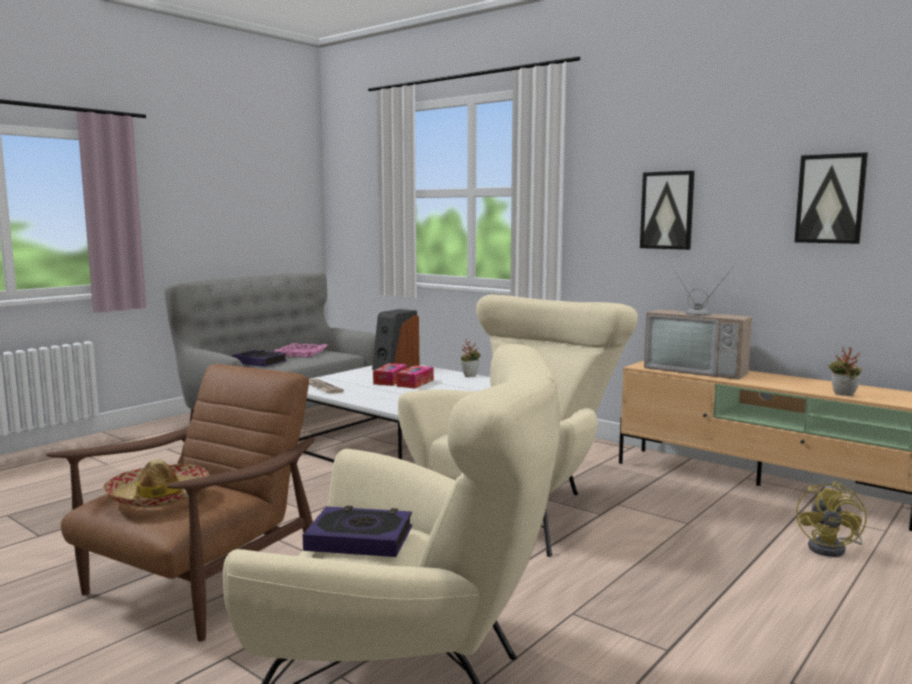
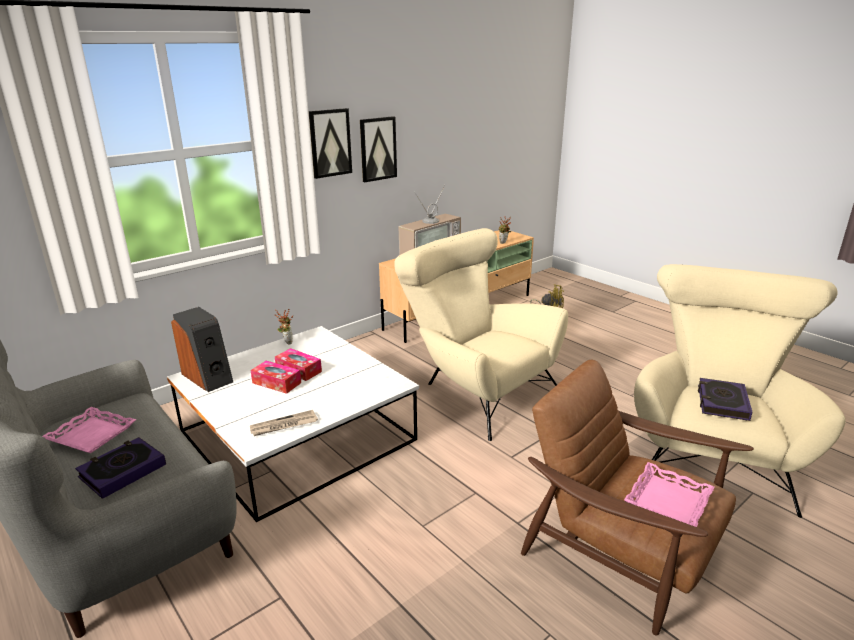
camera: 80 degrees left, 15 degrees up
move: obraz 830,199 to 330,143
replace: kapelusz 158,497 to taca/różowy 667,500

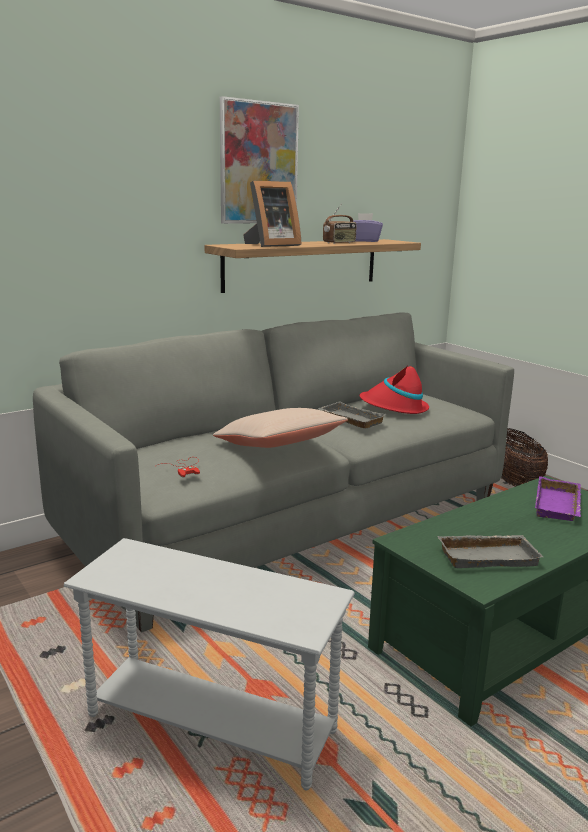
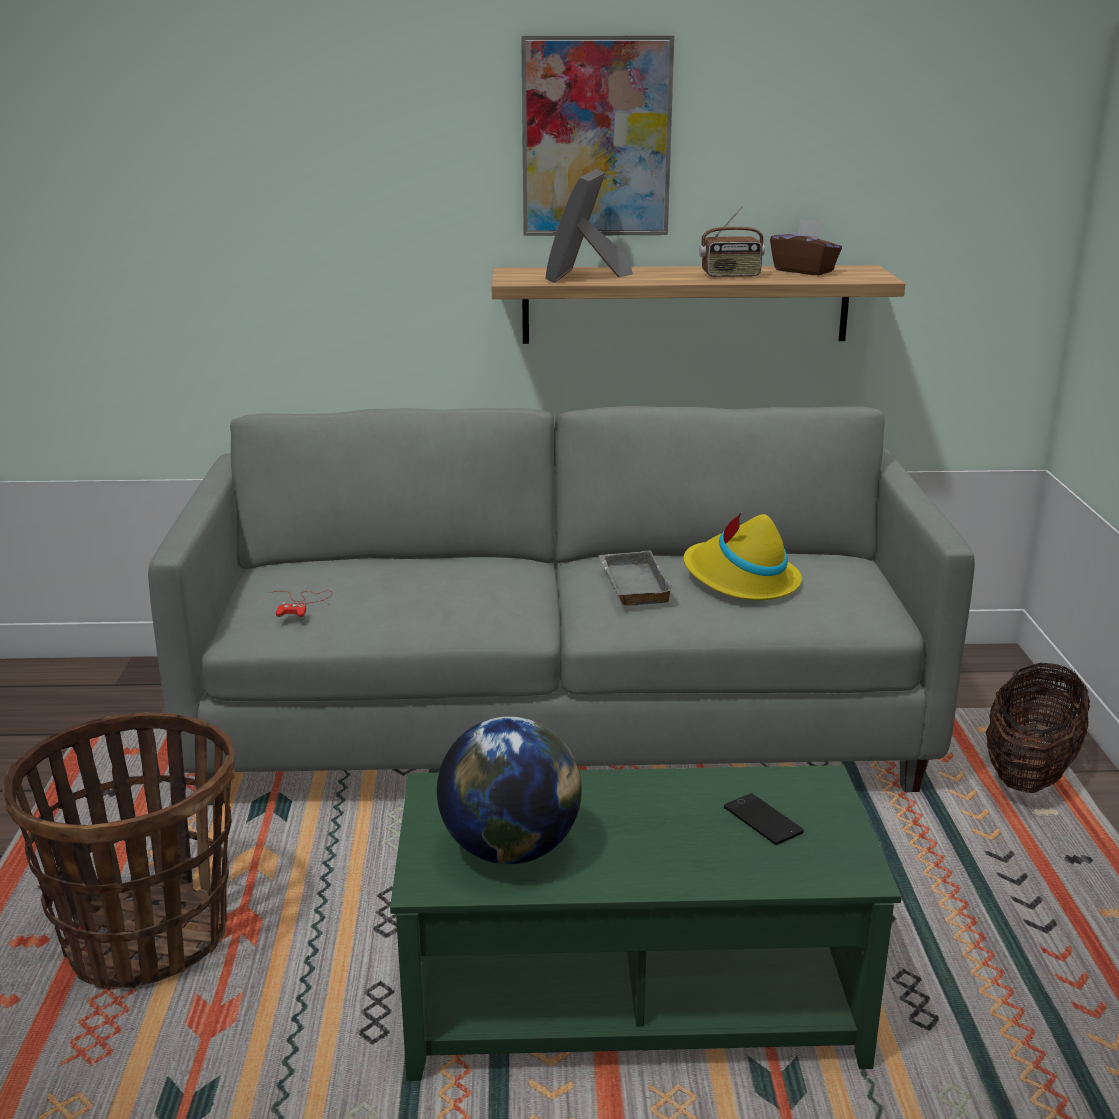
camera: 35 degrees right, 5 degrees up
delete: poduszka/beżowy 279,446
replace: stolik/biały 210,726 to koszyk 147,938; taca/szary 487,556 to globus 510,850; taca/fioletowy 559,506 to telefon 763,820
recolor: pudełko chusteczek/fioletowy 364,241 to pudełko chusteczek/brązowy 804,271; kapelusz/czerwony 394,407 to kapelusz/żółty 740,580
rotate: ramka na zdjęcie 271,245 = 585,276 105 degrees clockwise

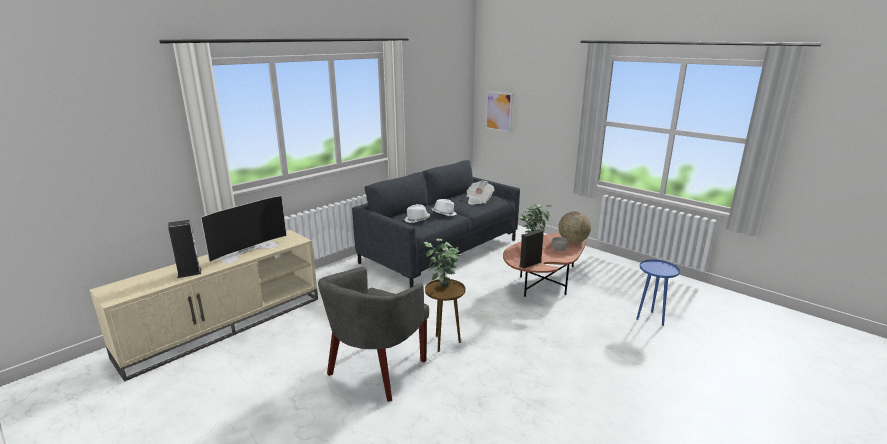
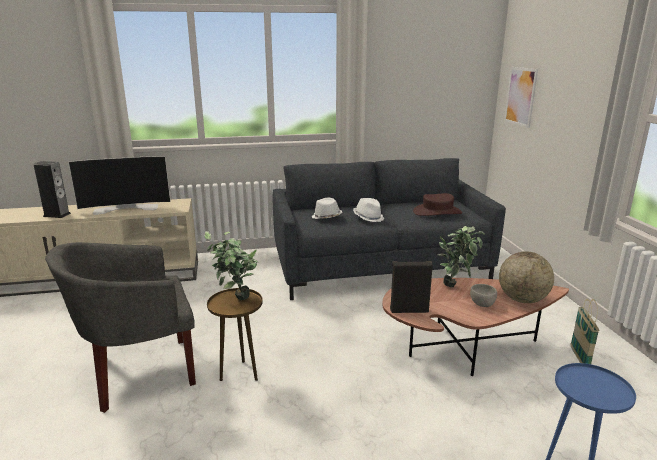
camera: 35 degrees right, 0 degrees up
insert: koszyk 579,358
replace: gazeta 478,200 to kapelusz/brązowy 437,212

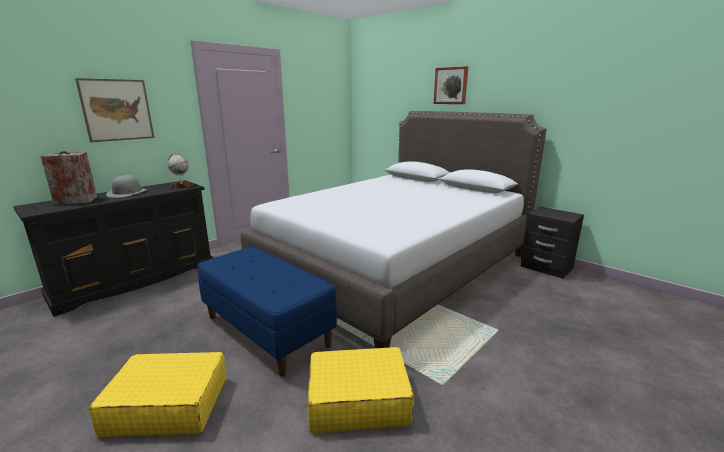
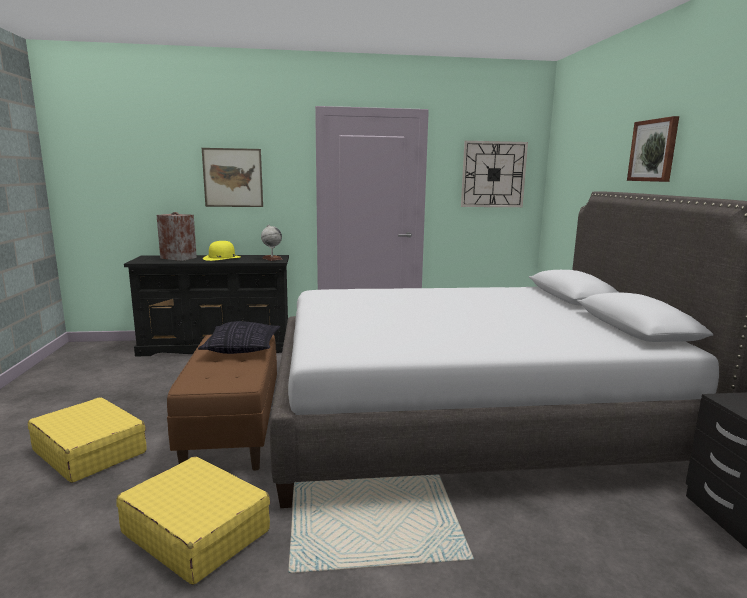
camera: 40 degrees right, 5 degrees down
insert: poduszka 242,349; zegar ścienny 493,174
recolor: kapelusz/szary 127,192 to kapelusz/żółty 222,258; ławka/niebieski 268,331 to ławka/brązowy 234,429

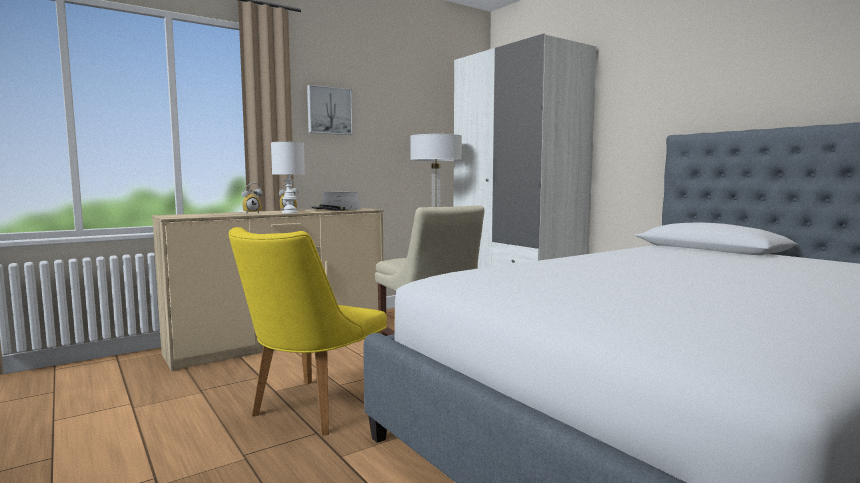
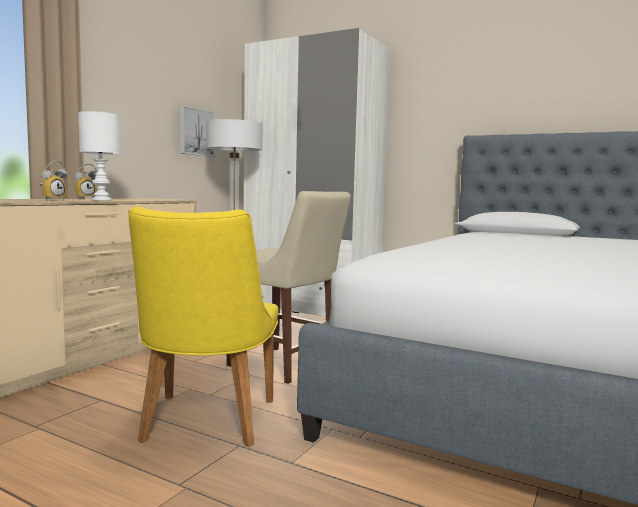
camera: 25 degrees left, 0 degrees up
delete: kapelusz/szary 337,209
move: obraz 329,111 to 195,132

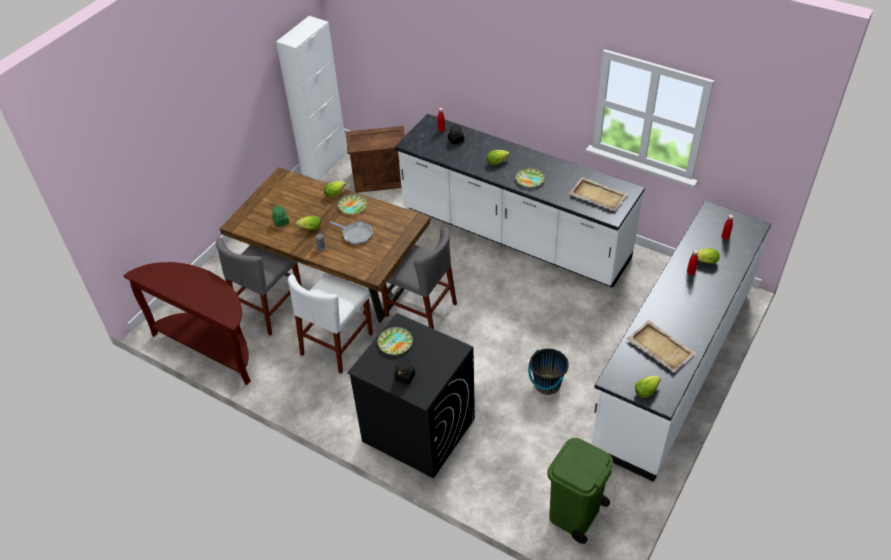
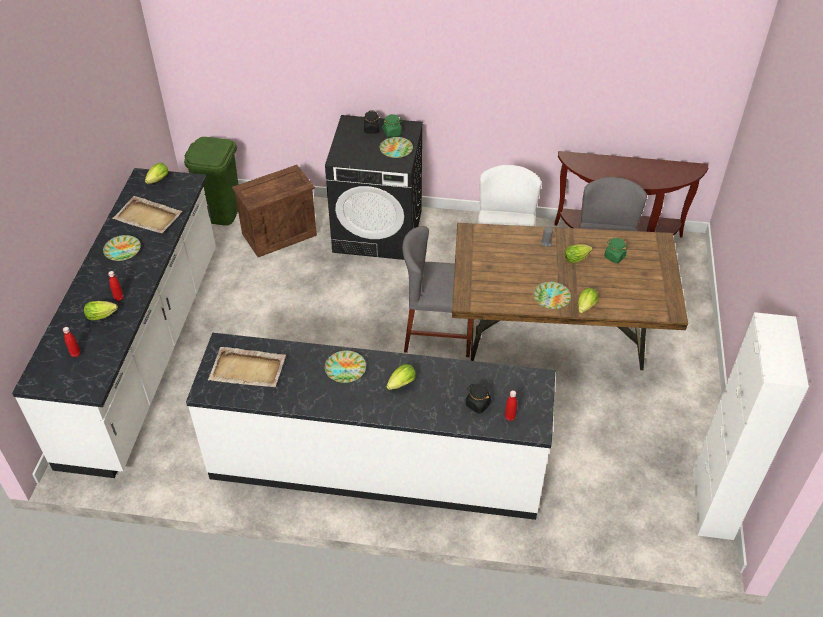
camera: 155 degrees right, 0 degrees up
delete: patelnia 356,234; wiadro/czarny 547,385
insert: talerz 122,250; słoik/zielony 392,133
move: skrzynka 381,178 to 279,235

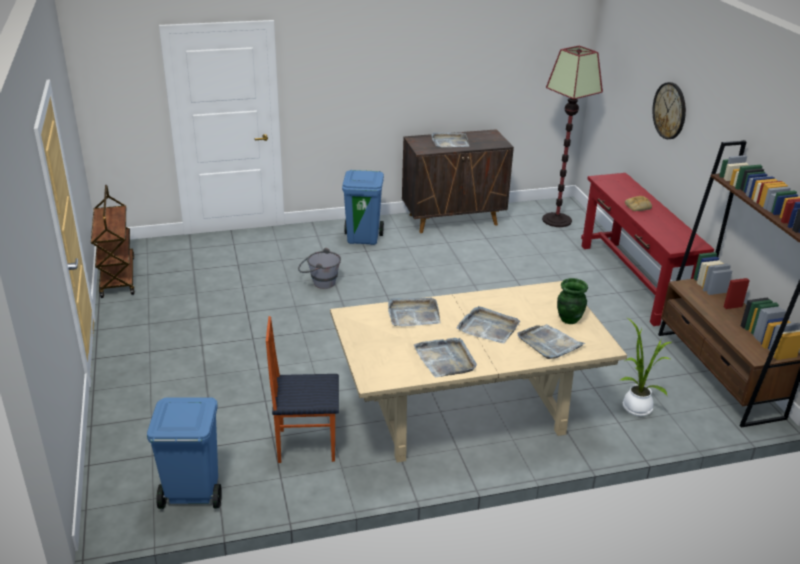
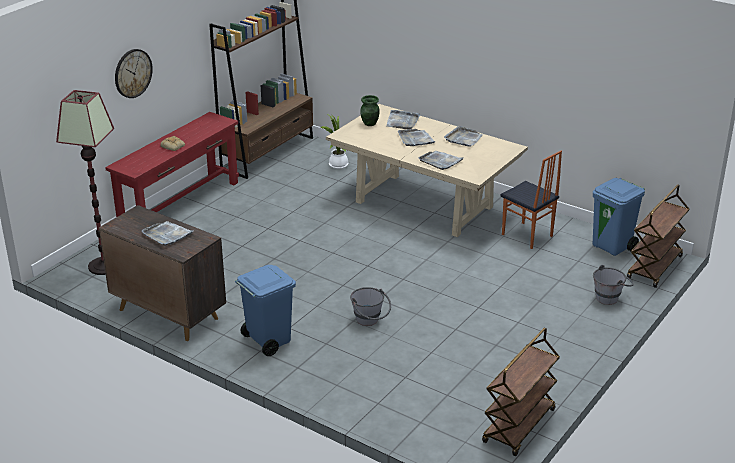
camera: 130 degrees left, 0 degrees up
insert: wiadro/szary 610,297; wózek/brązowy 655,268

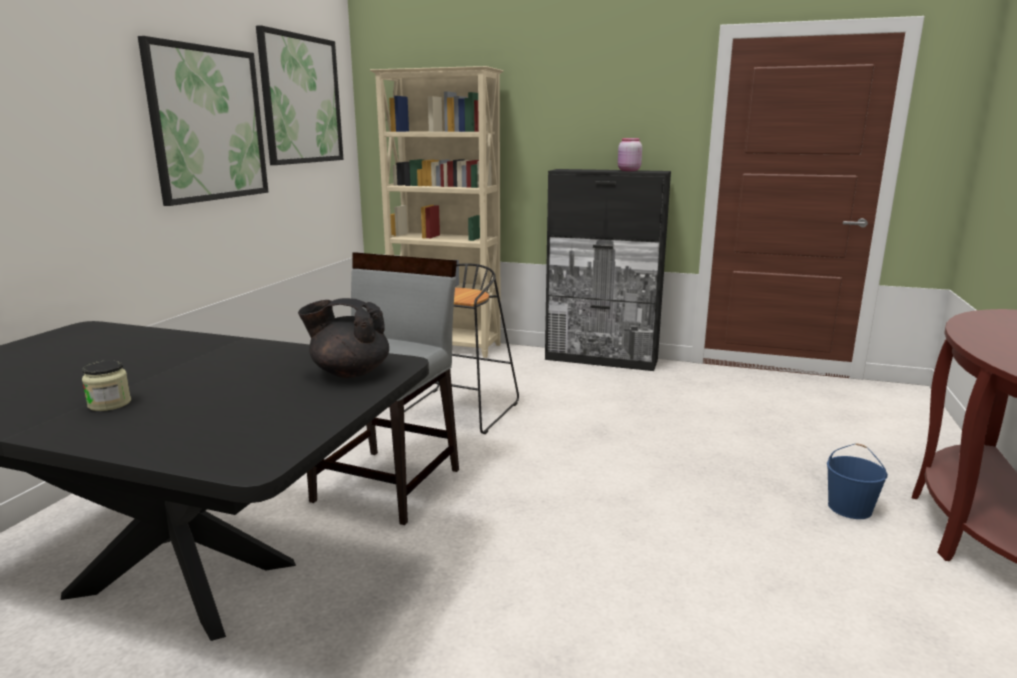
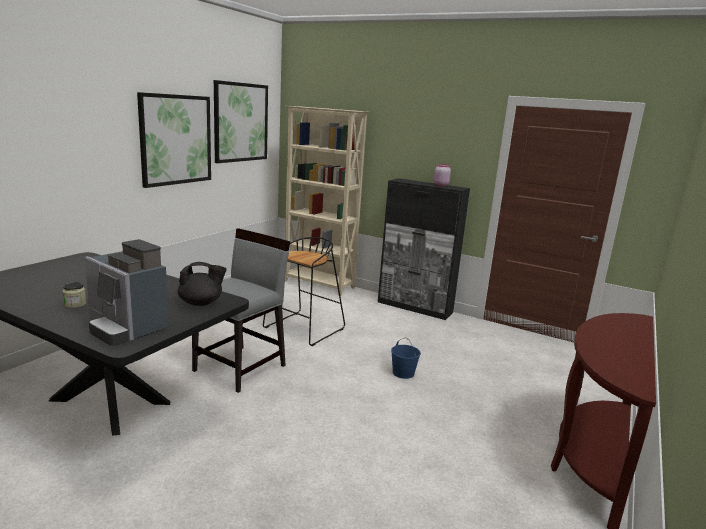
camera: 10 degrees right, 0 degrees up
insert: ekspres do kawy 126,328
move: wiadro/niebieski 850,508 to 403,373
rotate: imbryk/czarny 349,372 = 201,303 150 degrees clockwise

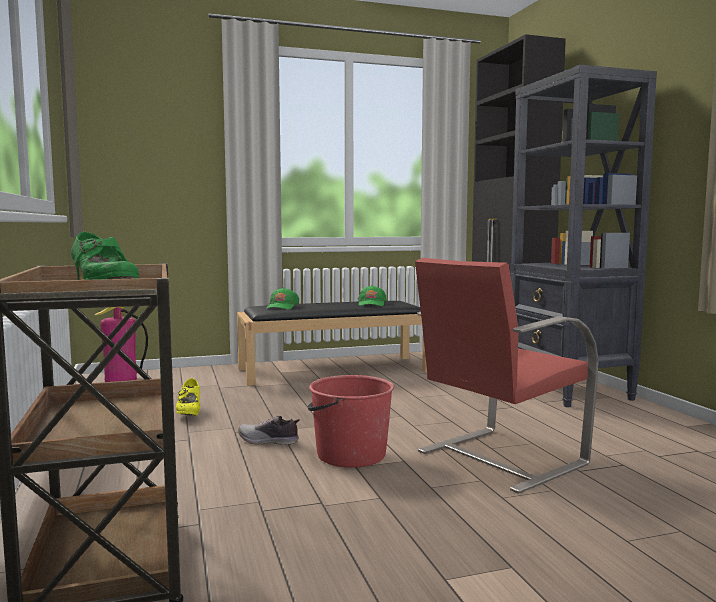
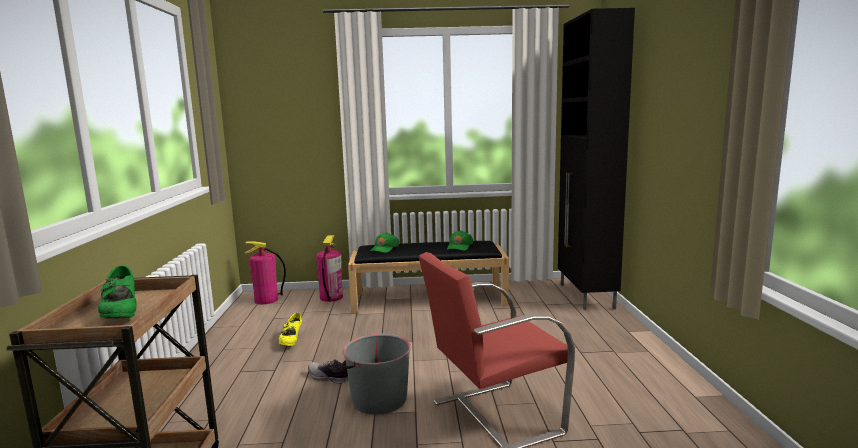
camera: 15 degrees right, 5 degrees up
delete: regał/czarny 569,390
insert: gaśnica 331,297
recolor: wiadro/czerwony 350,455 to wiadro/szary 378,400

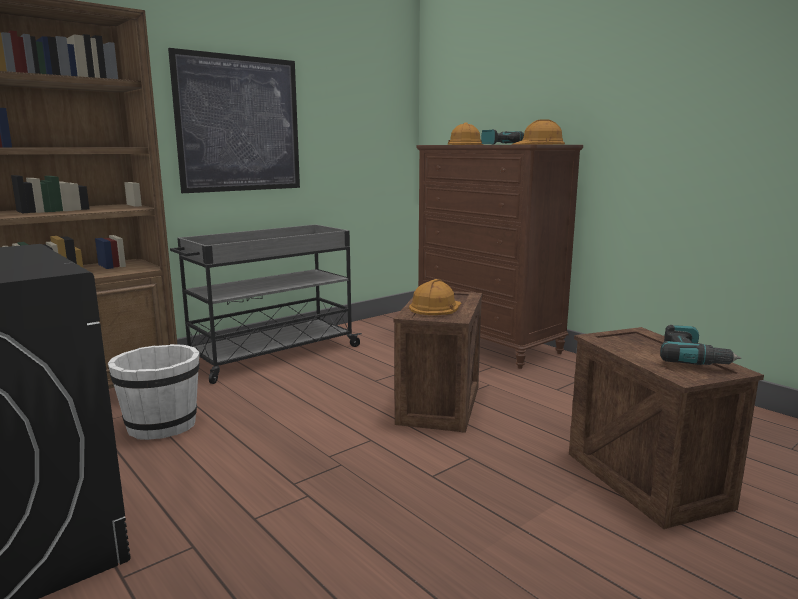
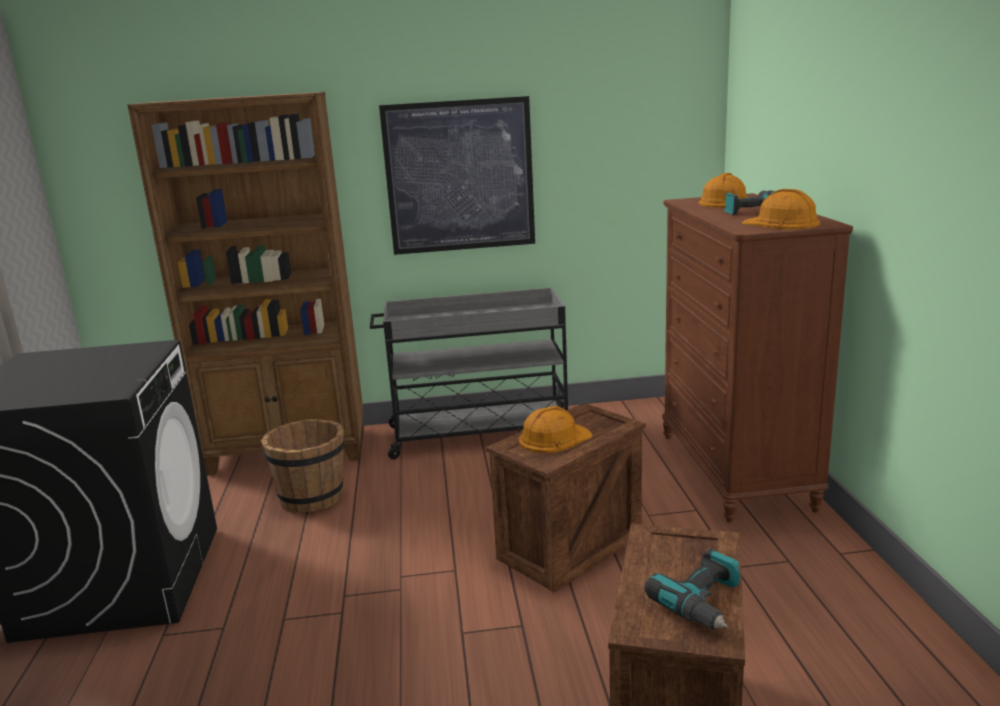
camera: 35 degrees right, 5 degrees up
recolor: wiadro/biały 162,425 to wiadro/brązowy 312,497

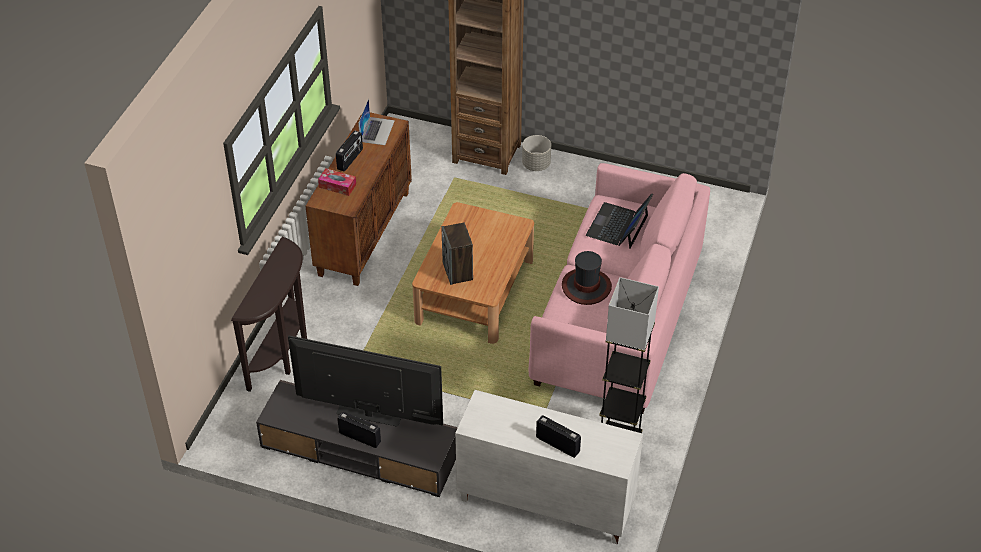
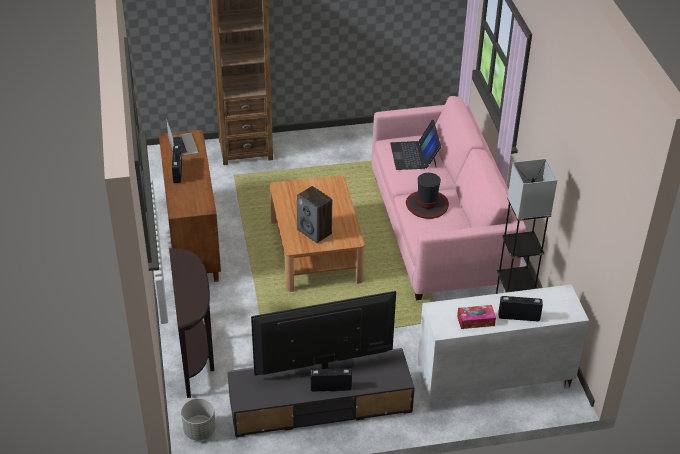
camera: 30 degrees left, 5 degrees down
move: pudełko chusteczek 337,186 to 475,321; donica/szary 536,164 to 200,430

